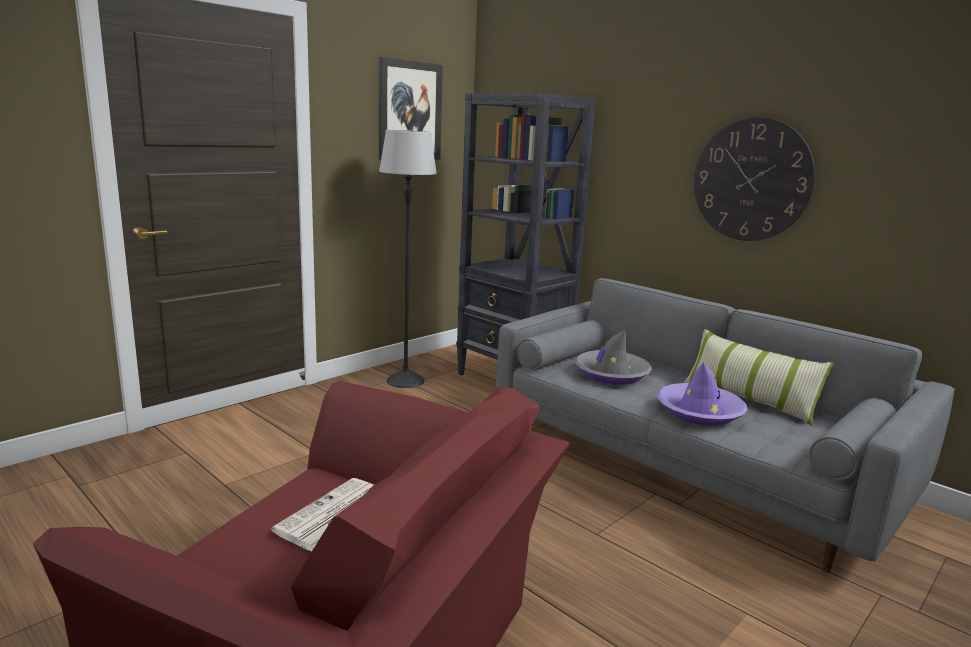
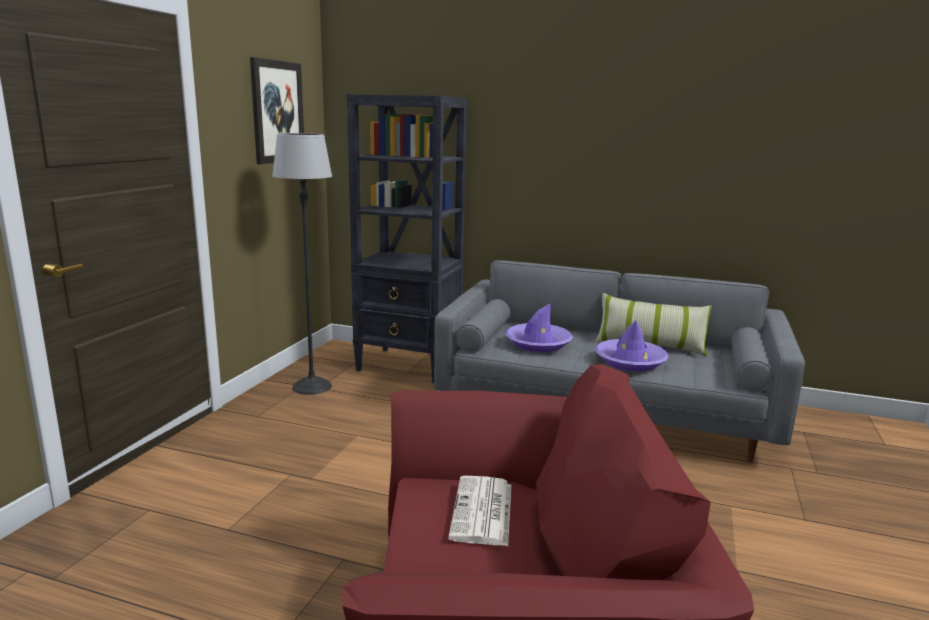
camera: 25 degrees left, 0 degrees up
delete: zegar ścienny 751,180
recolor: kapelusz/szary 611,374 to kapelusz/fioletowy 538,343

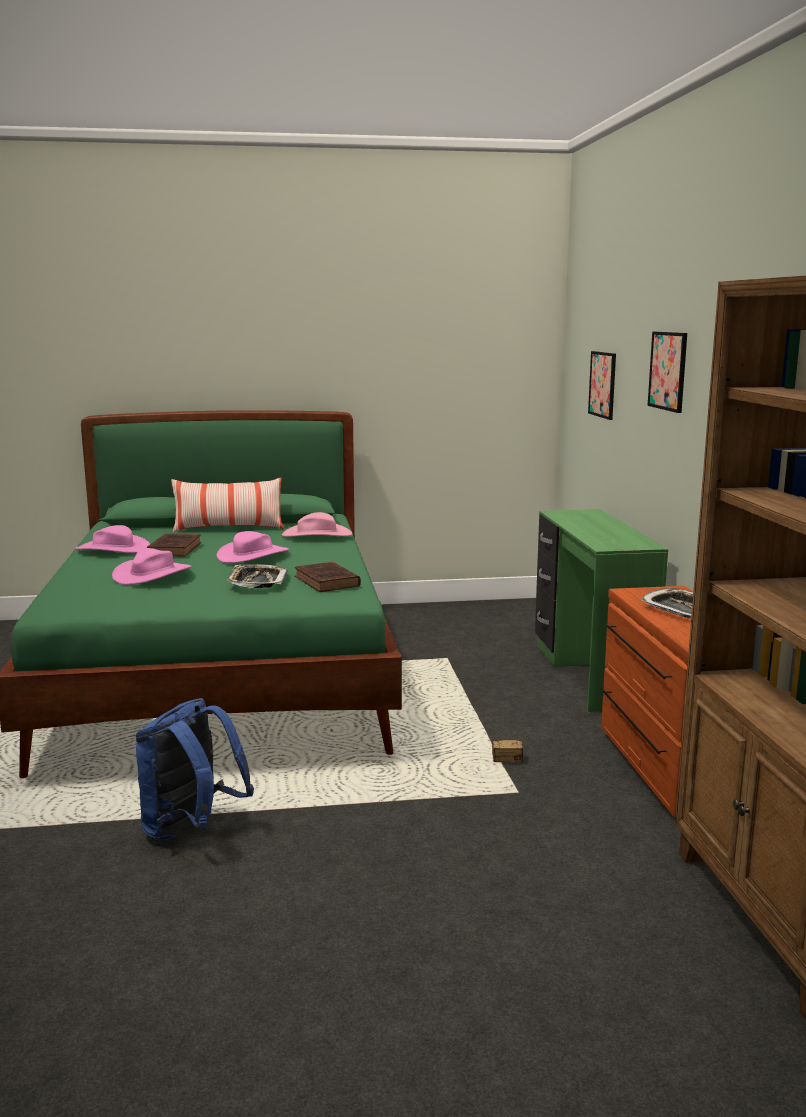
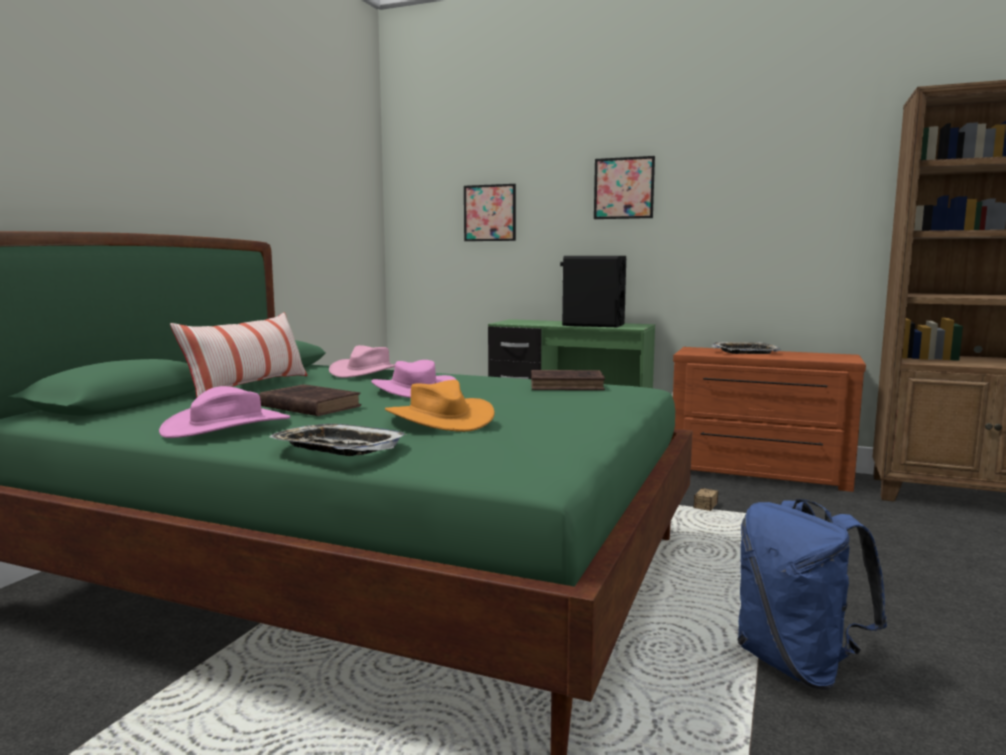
camera: 60 degrees left, 5 degrees down
insert: głośnik/czarny 593,325
move: taca 257,581 to 338,449
recolor: kapelusz/różowy 152,574 to kapelusz/pomarańczowy 439,419

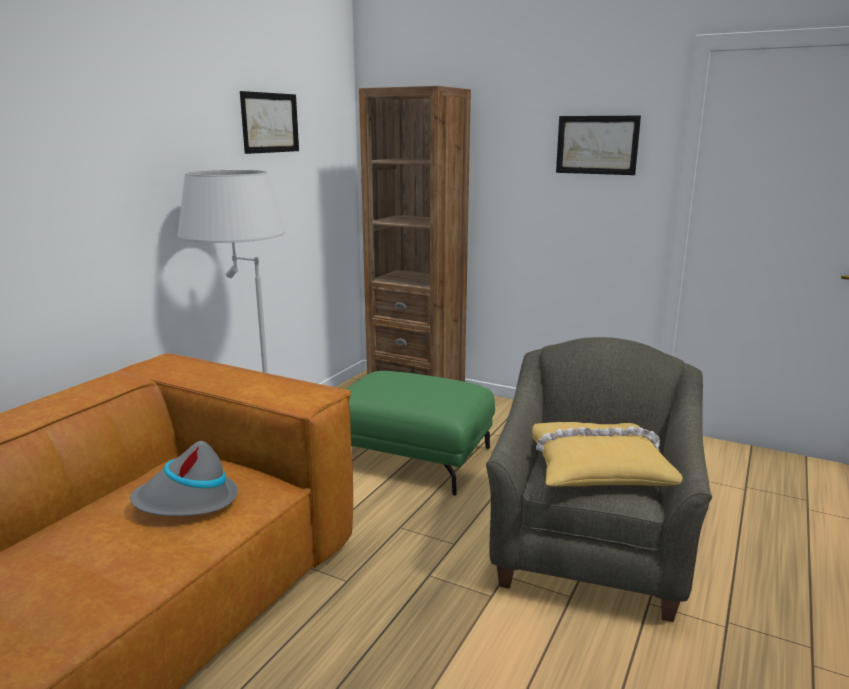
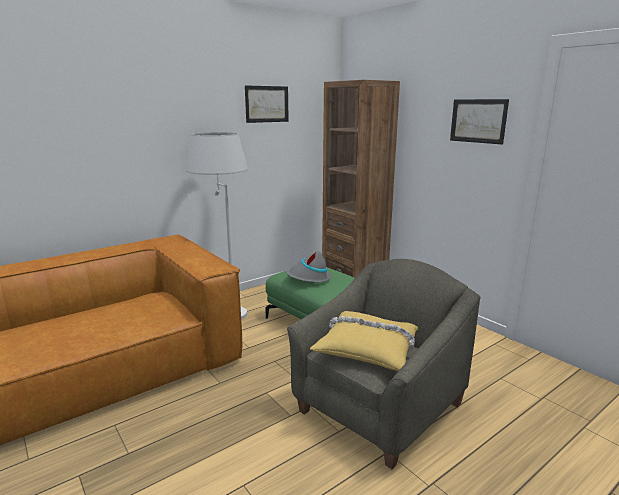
camera: 25 degrees right, 0 degrees up
move: kapelusz/szary 187,501 to 309,278

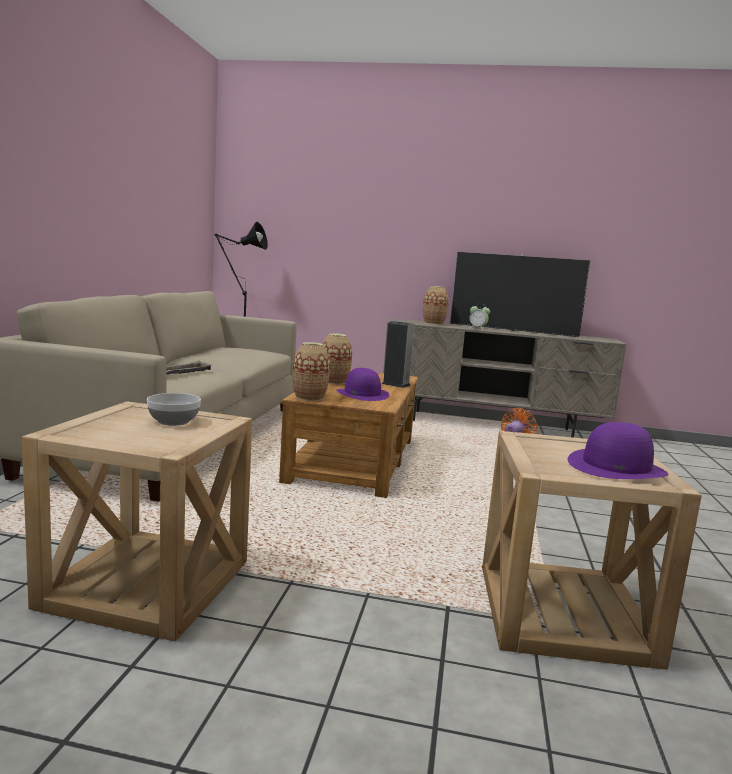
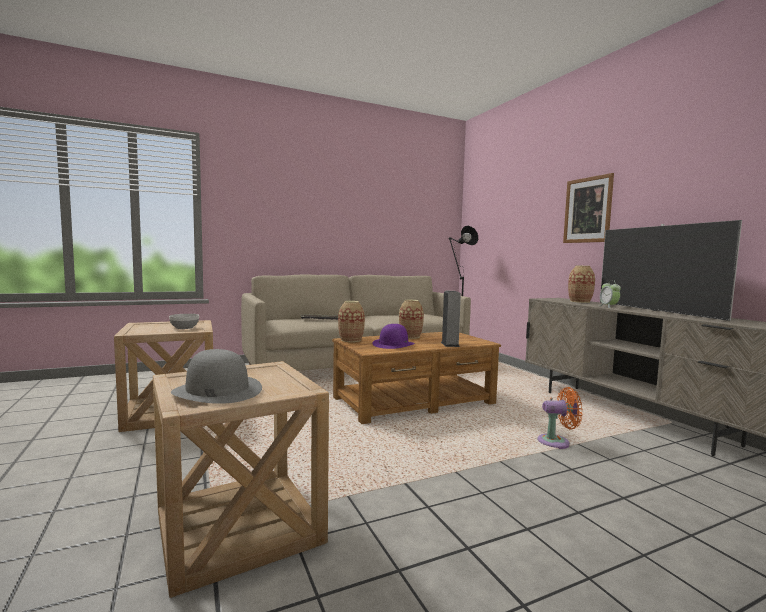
camera: 55 degrees right, 5 degrees down
insert: obraz 587,210
recolor: kapelusz/fioletowy 616,467 to kapelusz/szary 217,390

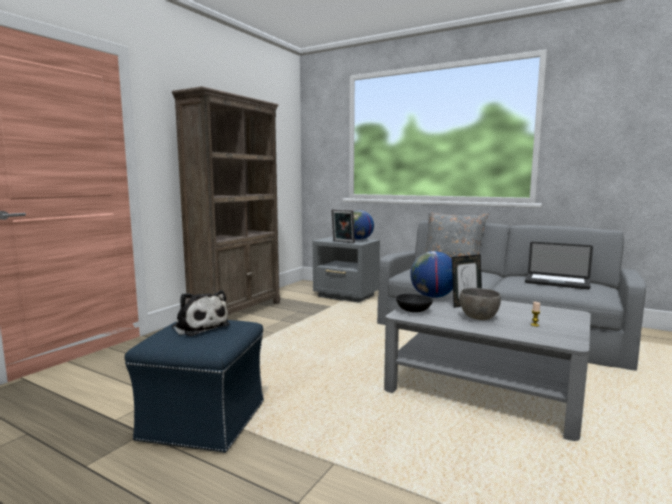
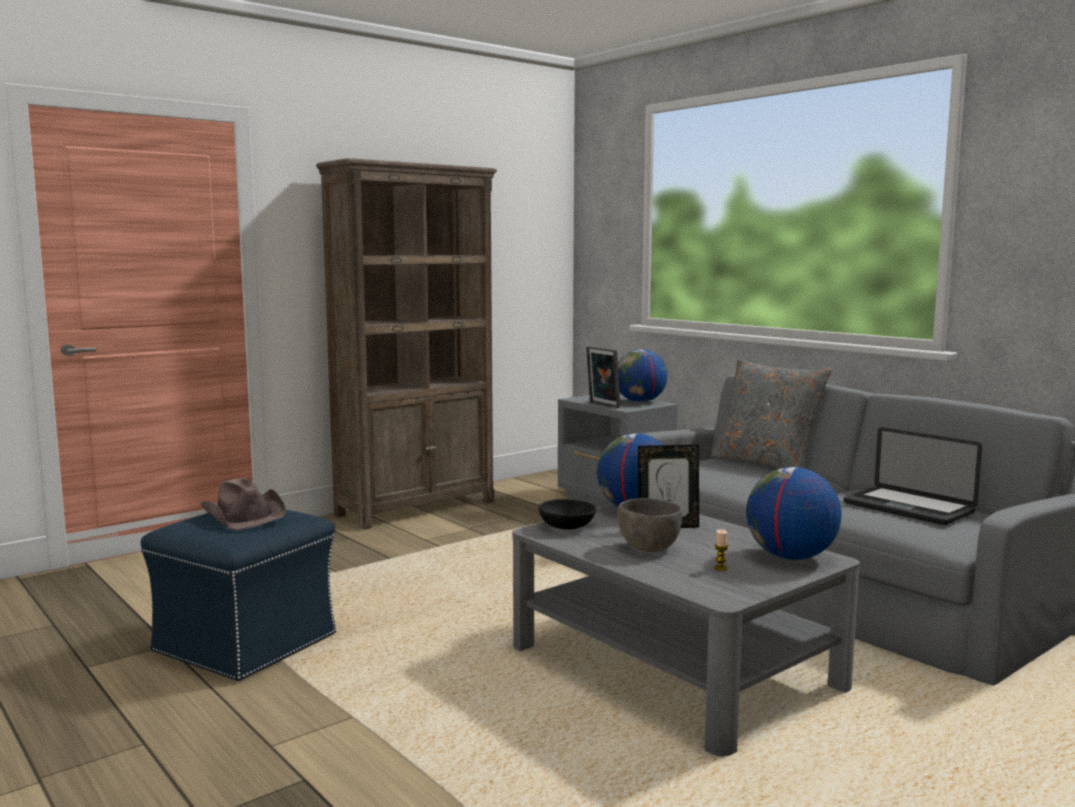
camera: 20 degrees right, 0 degrees up
insert: globus 790,557
replace: pluszak 199,326 to kapelusz/brązowy 245,515

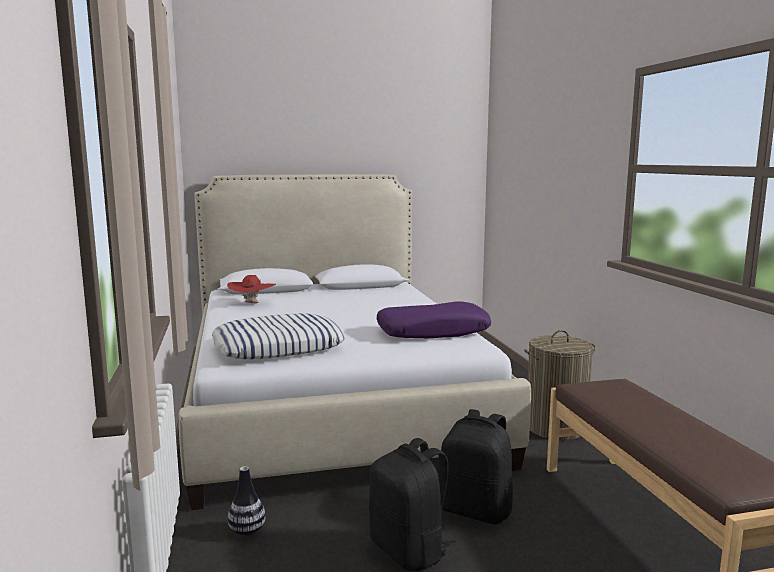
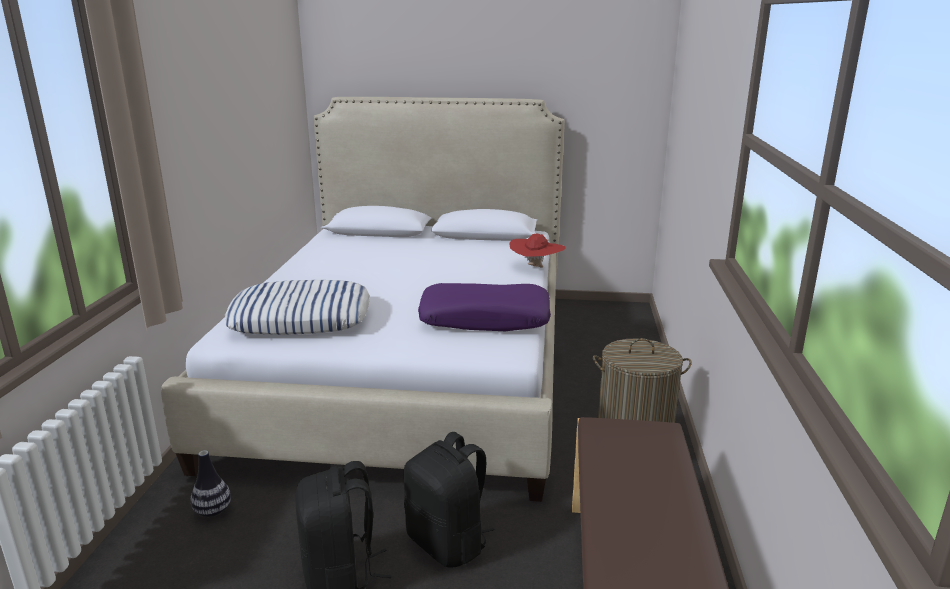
camera: 20 degrees right, 10 degrees up
move: kapelusz/czerwony 252,304 to 536,268

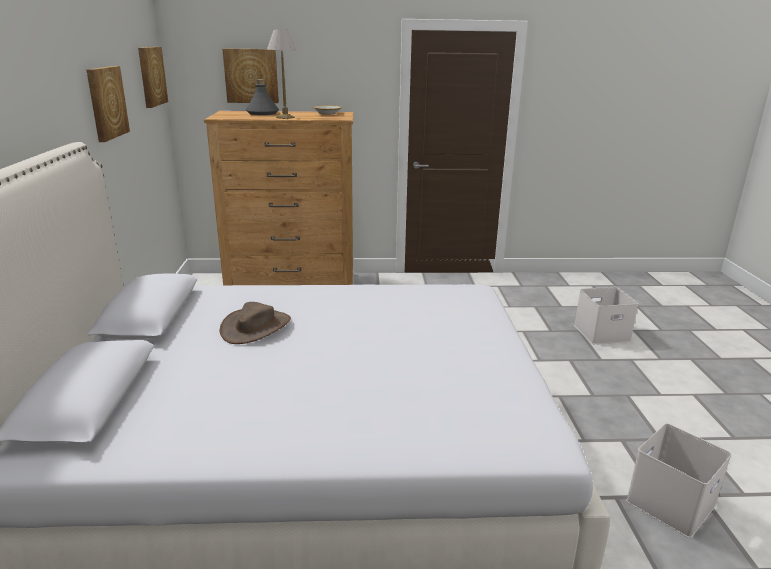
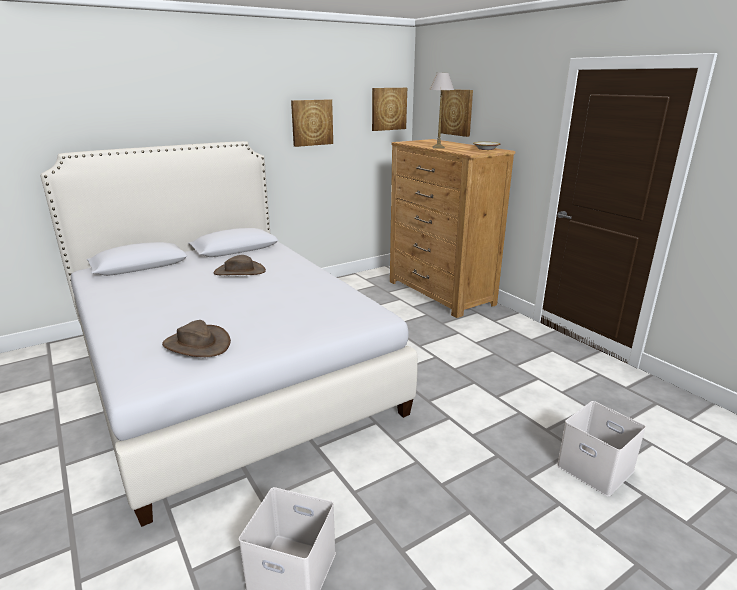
camera: 60 degrees right, 0 degrees up
delete: butelka/szary 262,113
insert: kapelusz/brązowy 197,344

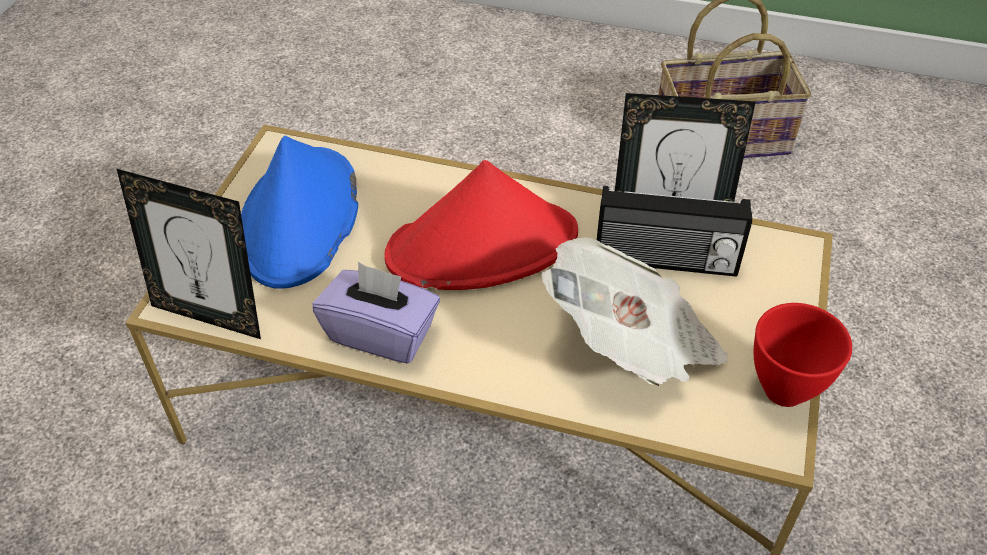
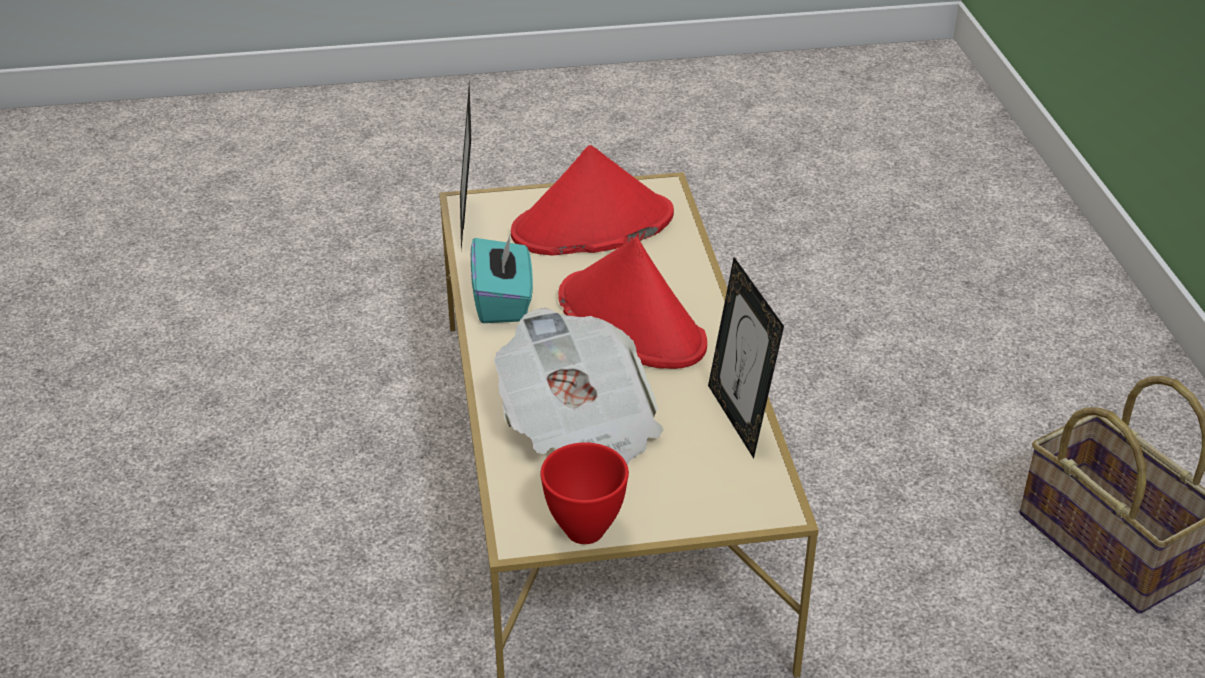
camera: 65 degrees right, 10 degrees down
delete: radio 665,261
recolor: kapelusz/niebieski 300,218 to kapelusz/czerwony 592,226; pudełko chusteczek/fioletowy 381,333 to pudełko chusteczek/turkusowy 503,302

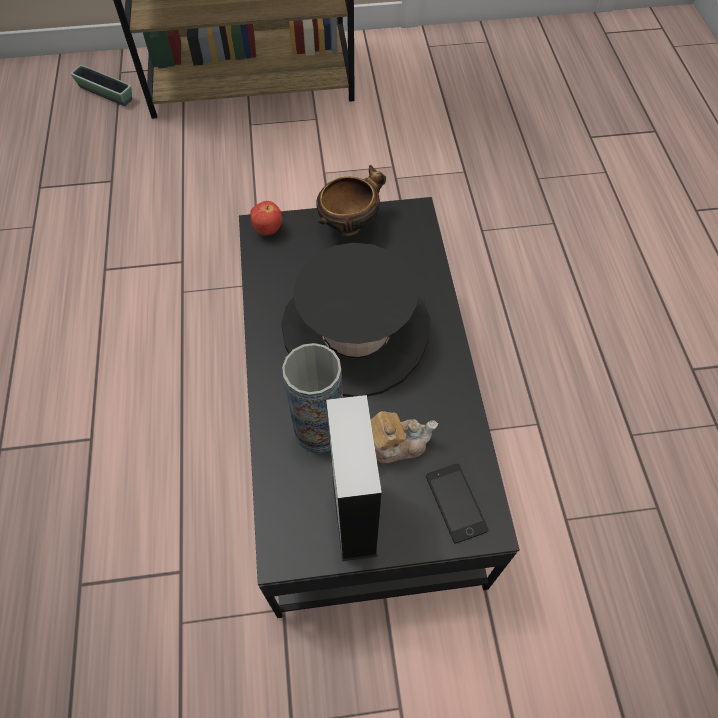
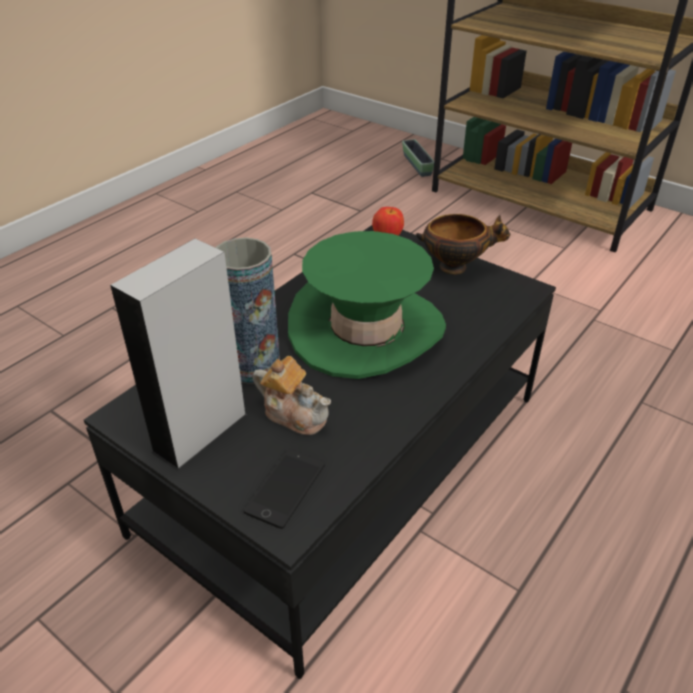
camera: 45 degrees right, 20 degrees down
recolor: kapelusz/czarny 356,333 to kapelusz/zielony 366,329

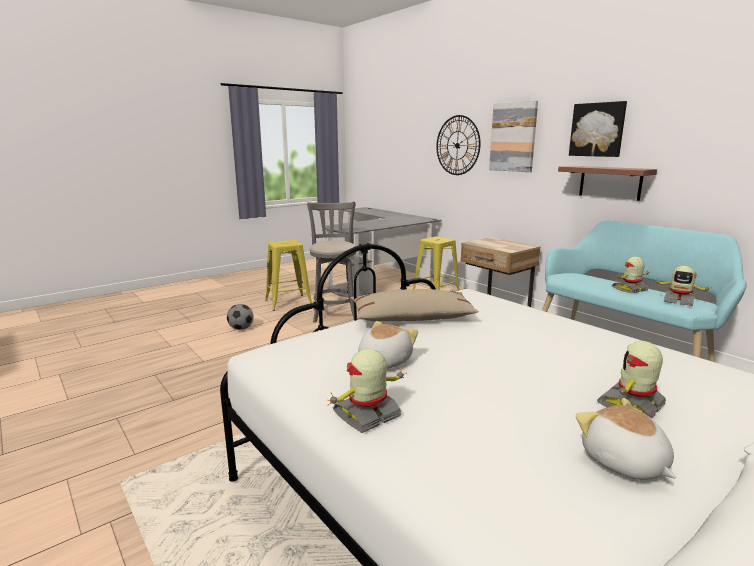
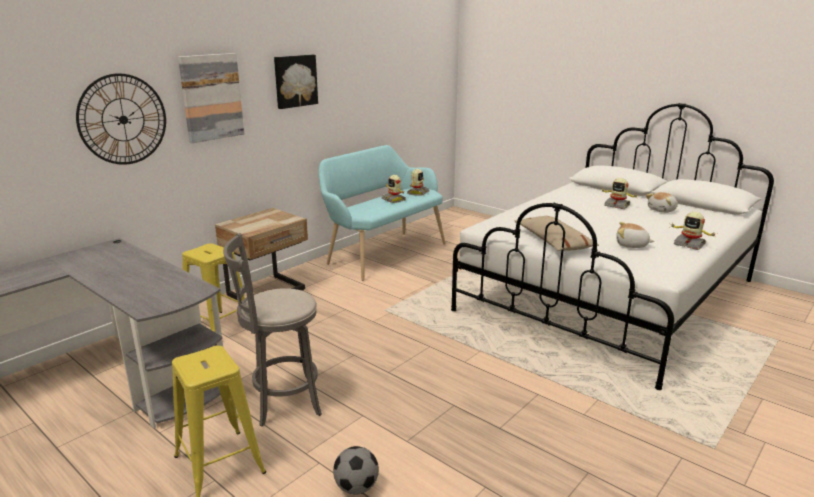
camera: 100 degrees left, 5 degrees up
delete: półka 610,182

